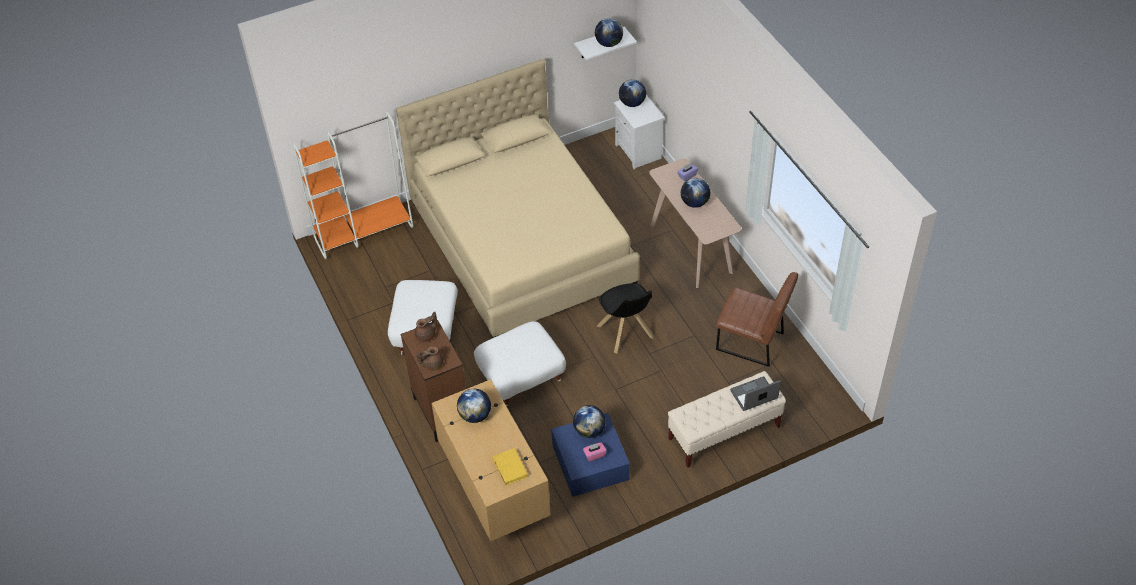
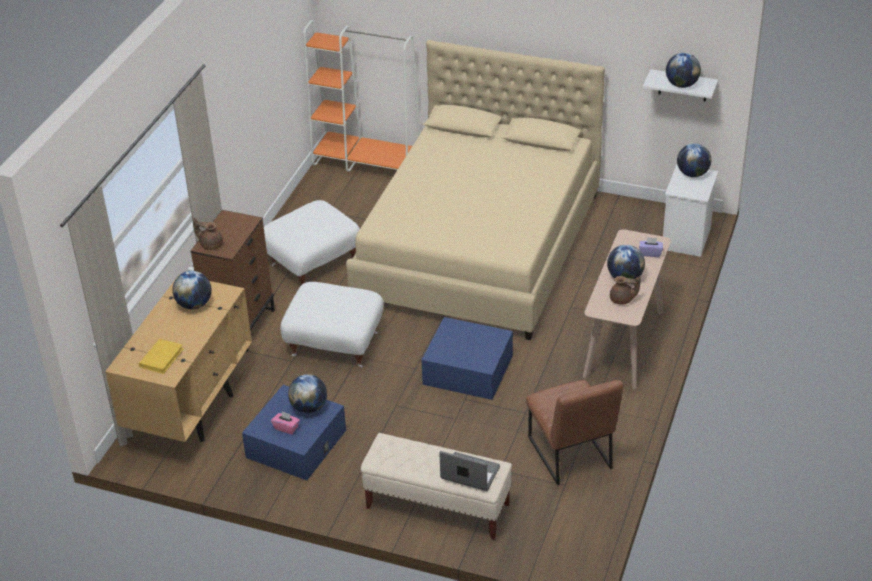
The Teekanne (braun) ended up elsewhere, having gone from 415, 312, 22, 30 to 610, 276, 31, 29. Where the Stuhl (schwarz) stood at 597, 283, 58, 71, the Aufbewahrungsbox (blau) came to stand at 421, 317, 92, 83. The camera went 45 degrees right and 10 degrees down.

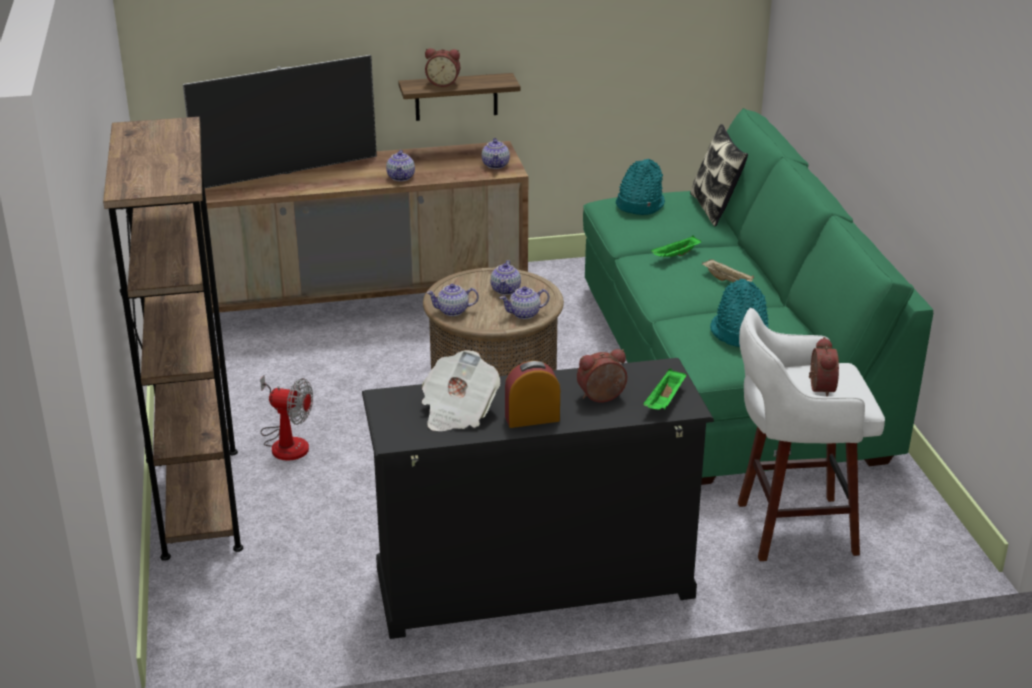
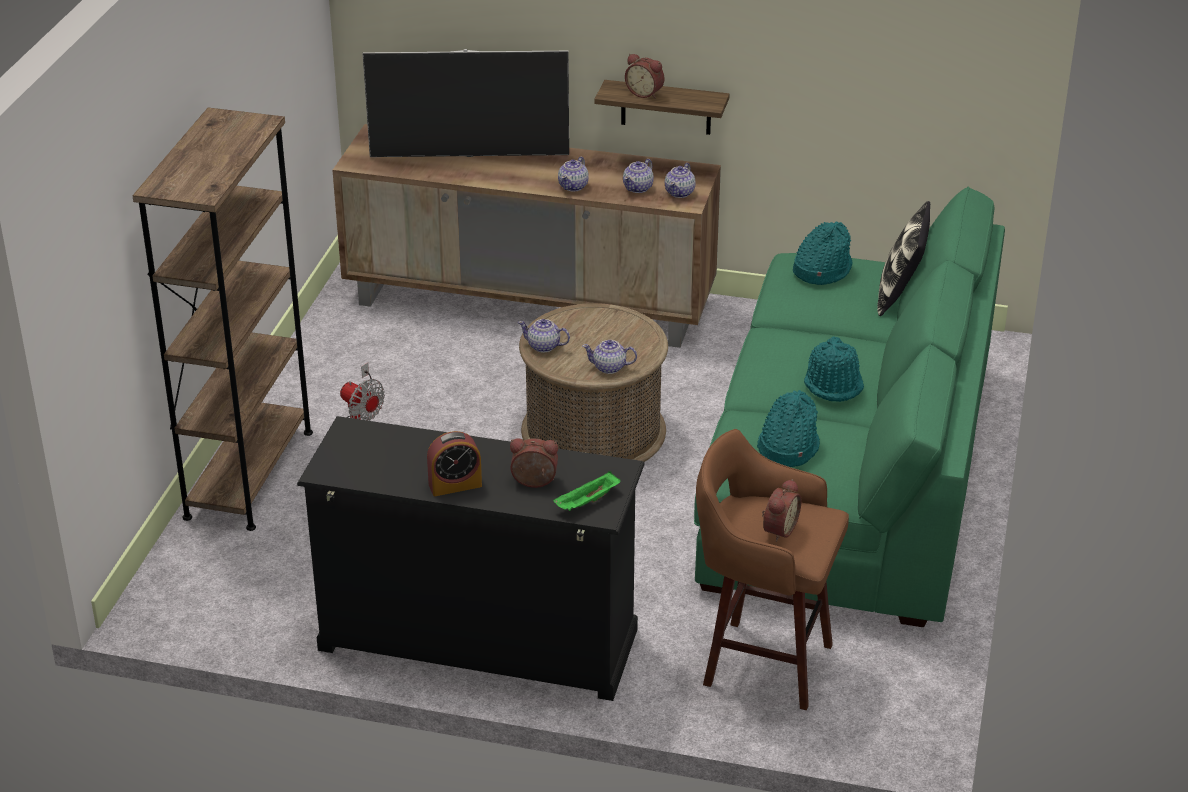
The second view lost the Zeitung at 421, 350, 79, 81. The second view lost the Tablett (grün) at 651, 235, 50, 22. The Teekanne ended up elsewhere, having gone from 491, 260, 30, 35 to 623, 159, 31, 34. Where the Tablett (beige) stood at 702, 259, 52, 23, the Hut (türkis) came to stand at 804, 337, 60, 65. What was the Hocker (weiß) at 738, 308, 147, 253 turned into the Hocker (braun) at 696, 429, 153, 281. The Wecker at 505, 361, 55, 67 ended up facing another way, 150 degrees clockwise from before. The camera went 25 degrees right and 5 degrees up.

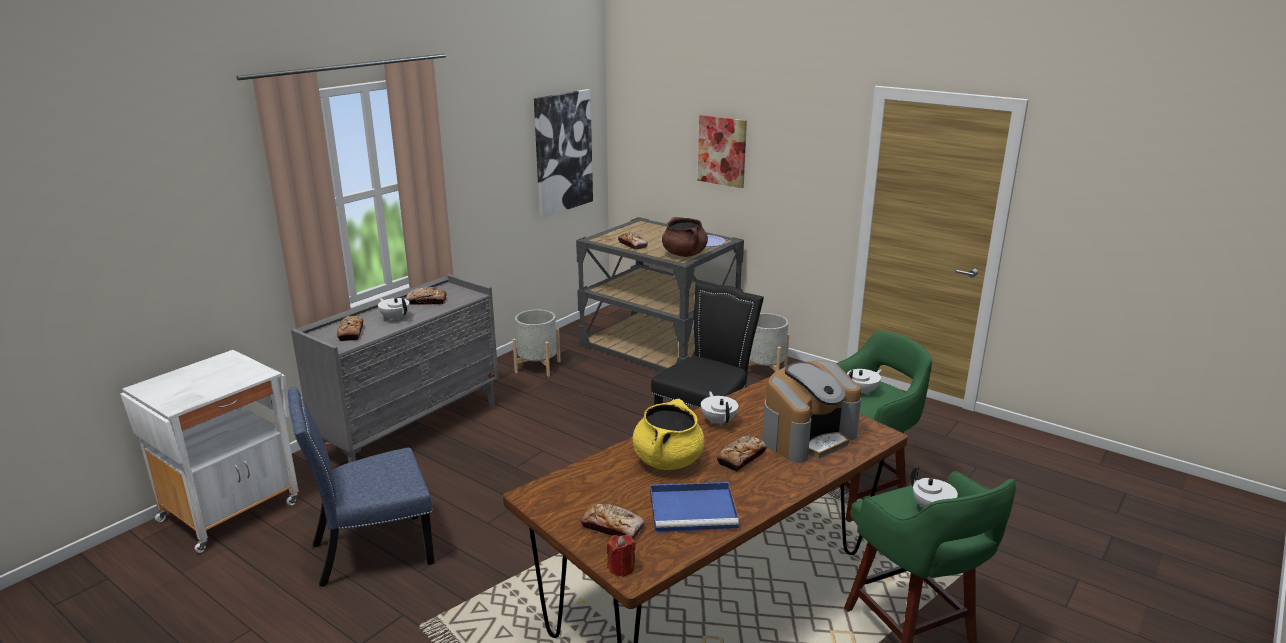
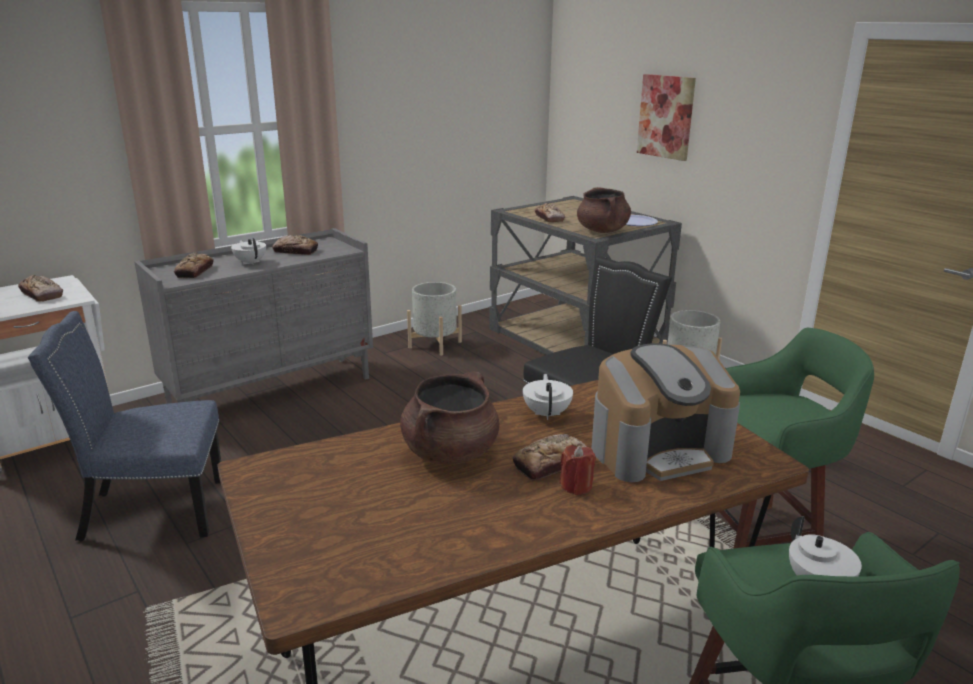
The second view lost the Bild at 534, 89, 59, 128. The second view lost the Tablett (blau) at 650, 482, 89, 51. The second view lost the Teekanne (weiß) at 847, 369, 34, 26. The Brot ended up elsewhere, having gone from 580, 504, 65, 35 to 18, 275, 45, 27. The Kerze (rot) ended up elsewhere, having gone from 607, 535, 29, 42 to 559, 445, 37, 50. What was the Kochtopf (gelb) at 632, 399, 72, 71 turned into the Kochtopf (braun) at 400, 371, 100, 94. The camera went 15 degrees right and 0 degrees up.

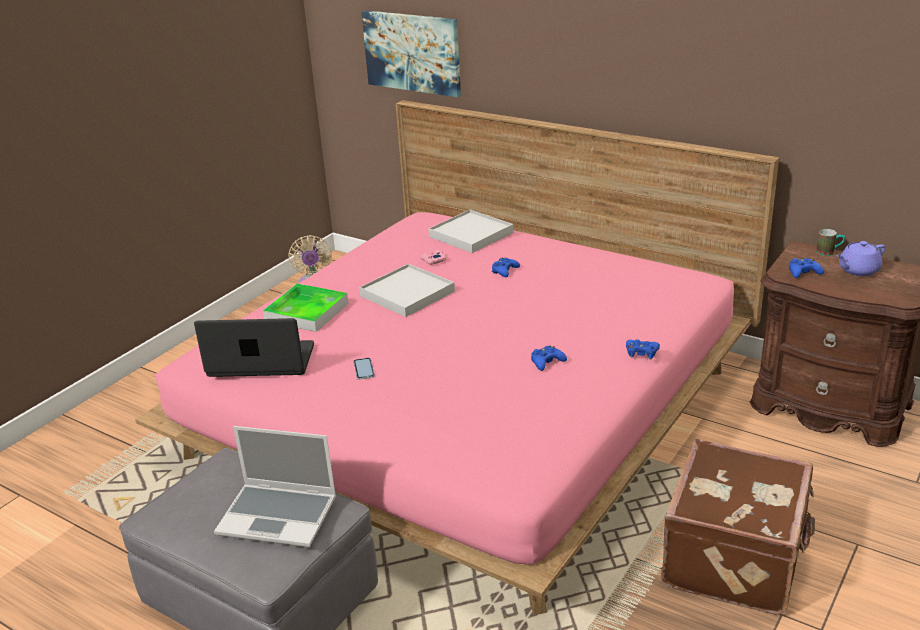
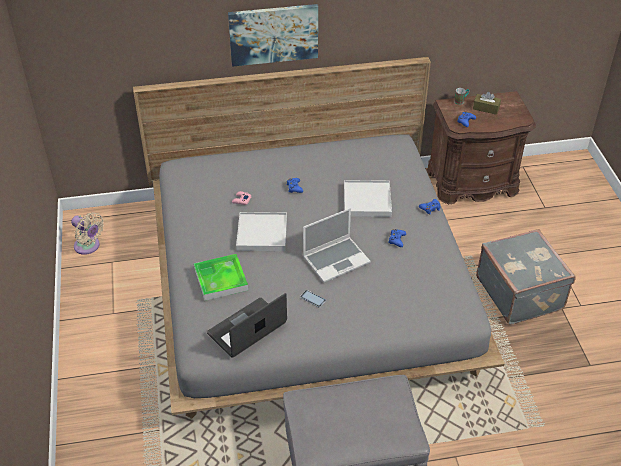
The Laptop ended up elsewhere, having gone from 214, 426, 122, 121 to 303, 208, 68, 75. The Bild ended up elsewhere, having gone from 361, 10, 100, 87 to 228, 4, 90, 63. The Tablett (weiß) ended up elsewhere, having gone from 428, 210, 85, 43 to 344, 180, 48, 37. Where the Teekanne (lila) stood at 836, 241, 49, 35, the Taschentuchbox (braun) came to stand at 473, 92, 28, 23. What was the Bett (rosa) at 135, 100, 644, 515 turned into the Bett (grau) at 133, 57, 371, 362. What was the Koffer (braun) at 661, 439, 154, 176 turned into the Koffer (grau) at 476, 229, 100, 96. The camera went 45 degrees left and 15 degrees up.

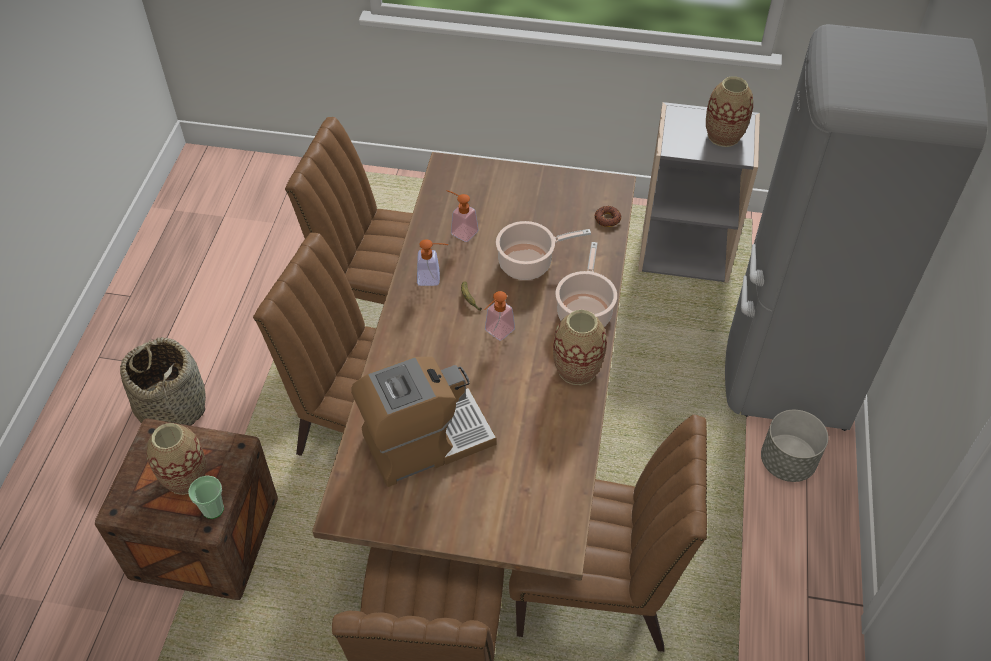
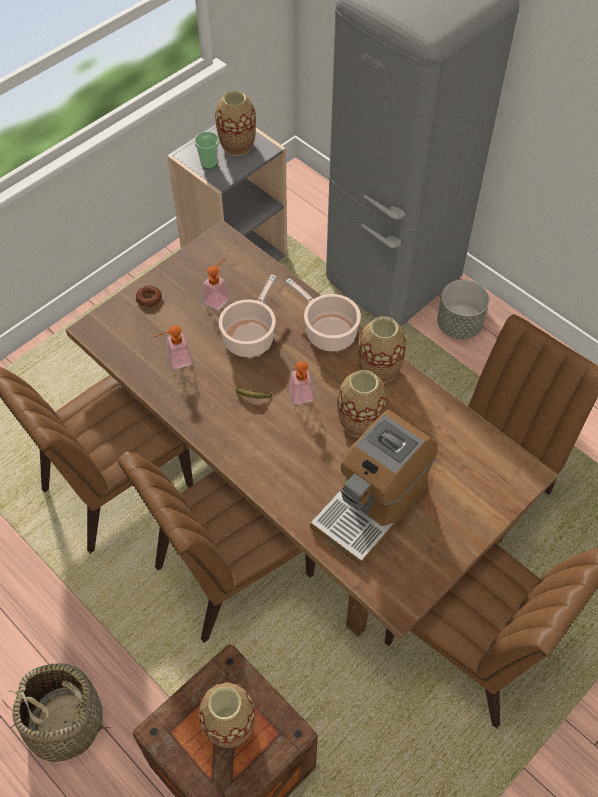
The second view gained the Vase at 337, 370, 50, 67. The Tasse ended up elsewhere, having gone from 188, 476, 36, 43 to 194, 132, 25, 37. The Seifenspender ended up elsewhere, having gone from 417, 239, 31, 47 to 203, 259, 26, 51. The Donut ended up elsewhere, having gone from 595, 206, 26, 21 to 136, 286, 26, 21. The Kaffeemaschine at 351, 357, 145, 130 ended up facing another way, 150 degrees counterclockwise from before. The camera went 55 degrees left and 5 degrees up.

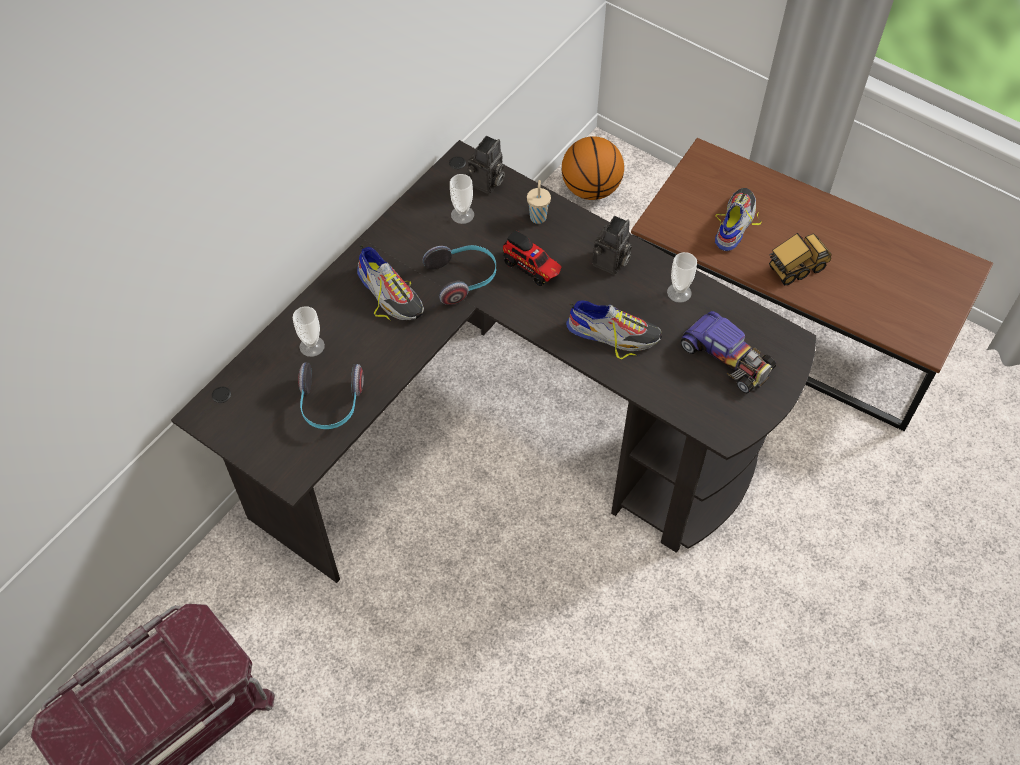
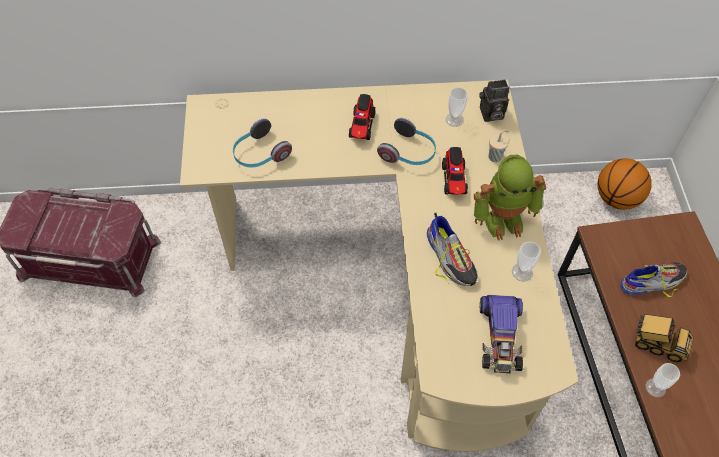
The Tasse ended up elsewhere, having gone from 293, 306, 32, 51 to 646, 363, 34, 35. Where the Schuh stood at 357, 244, 67, 78, the Spielzeuglaster came to stand at 349, 94, 26, 46. Where the Kamera stood at 592, 216, 40, 59, the Spielzeugroboter came to stand at 474, 155, 72, 86. What was the Schreibtisch (schwarz) at 171, 140, 645, 443 turned into the Schreibtisch (beige) at 180, 80, 398, 372. The camera went 50 degrees right and 0 degrees up.

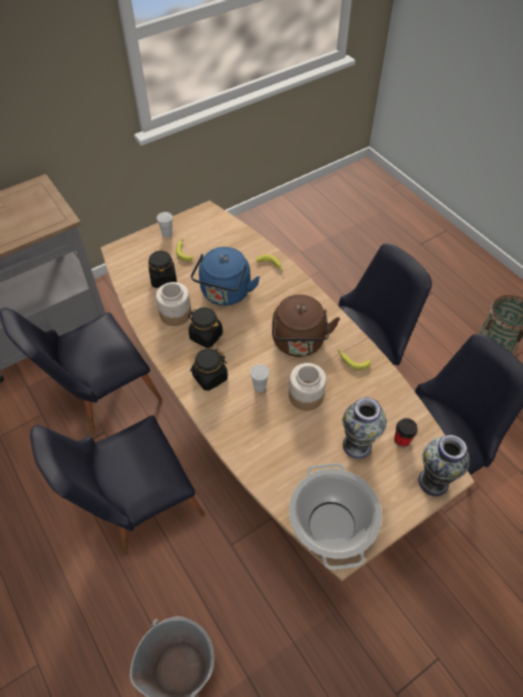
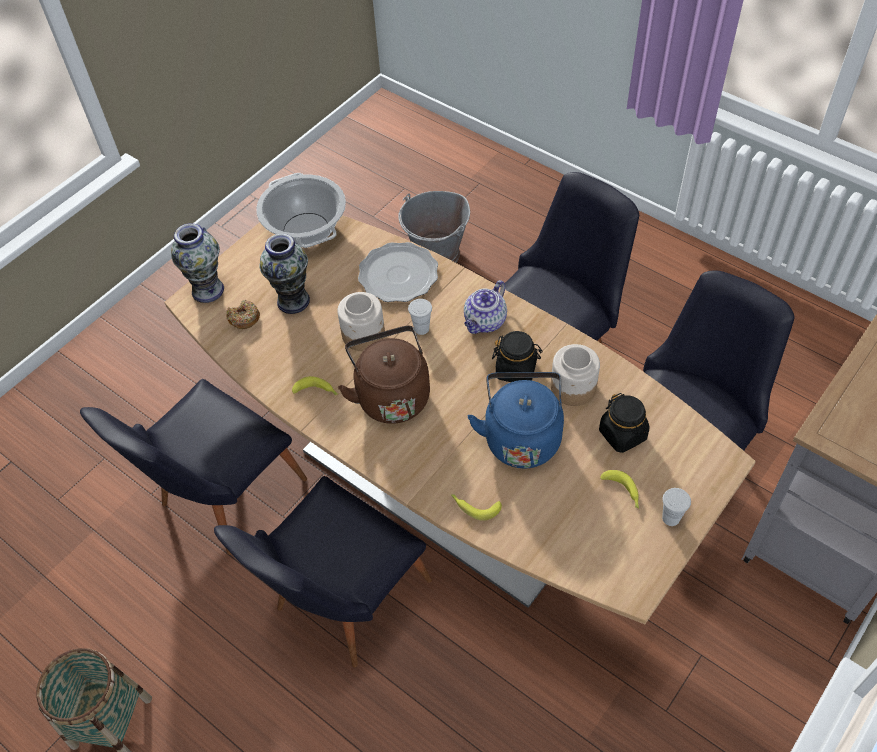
The second view gained the Teller at 358, 242, 80, 60. Where the Vorratsglas (schwarz) stood at 190, 348, 38, 43, the Teekanne came to stand at 464, 280, 43, 54. Where the Tasse stood at 394, 418, 24, 30, the Donut came to stand at 226, 300, 34, 29. The camera went 165 degrees right and 0 degrees up.

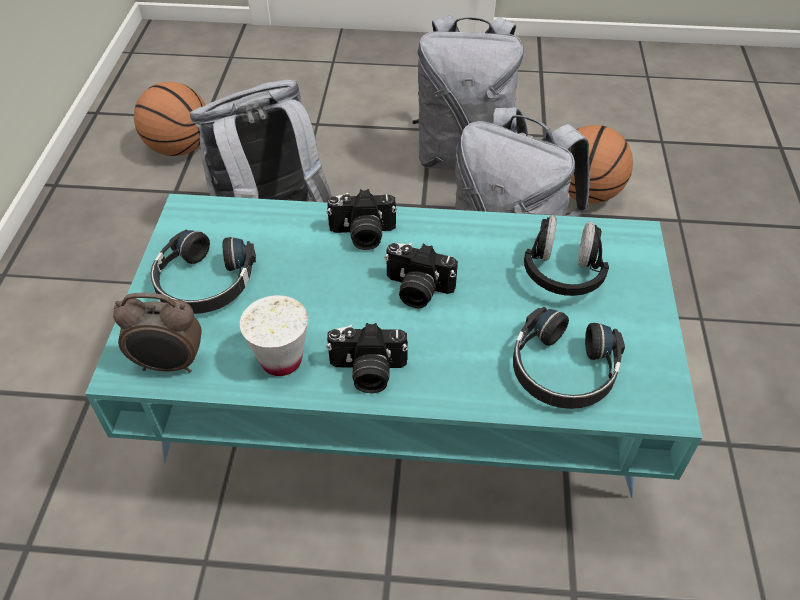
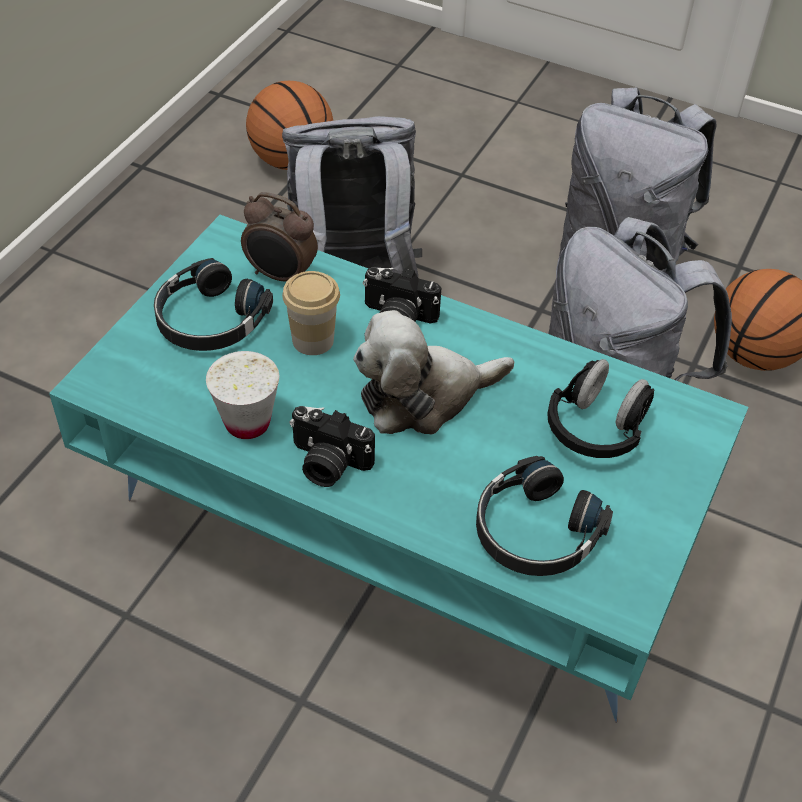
The second view gained the Tasse at 282, 271, 58, 84. The Wecker ended up elsewhere, having gone from 113, 293, 89, 80 to 241, 192, 77, 90. Where the Kamera stood at 384, 243, 74, 65, the Plüschtier came to stand at 353, 310, 161, 124. The camera went 20 degrees right and 0 degrees up.

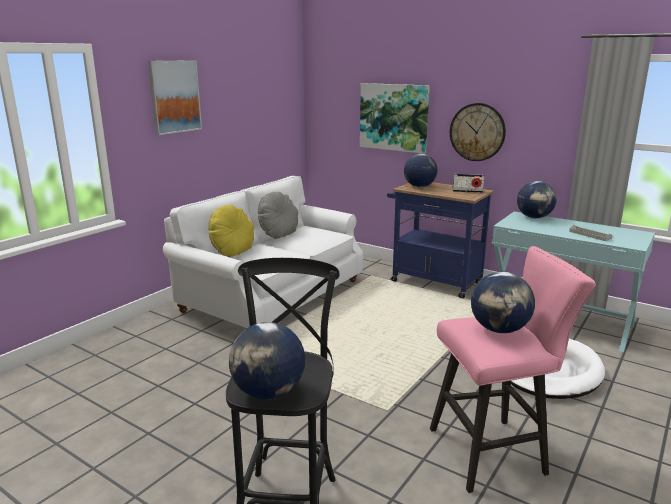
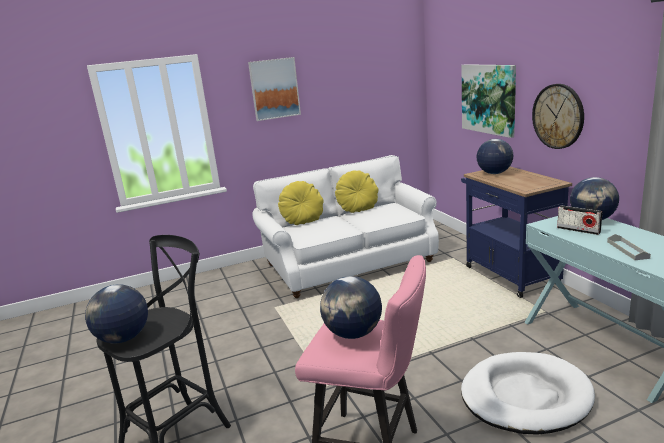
The Radio ended up elsewhere, having gone from 452, 174, 32, 19 to 557, 205, 46, 30. What was the Kissen (grau) at 258, 192, 40, 47 turned into the Kissen (gelb) at 335, 170, 43, 43. The camera went 35 degrees right and 0 degrees up.

